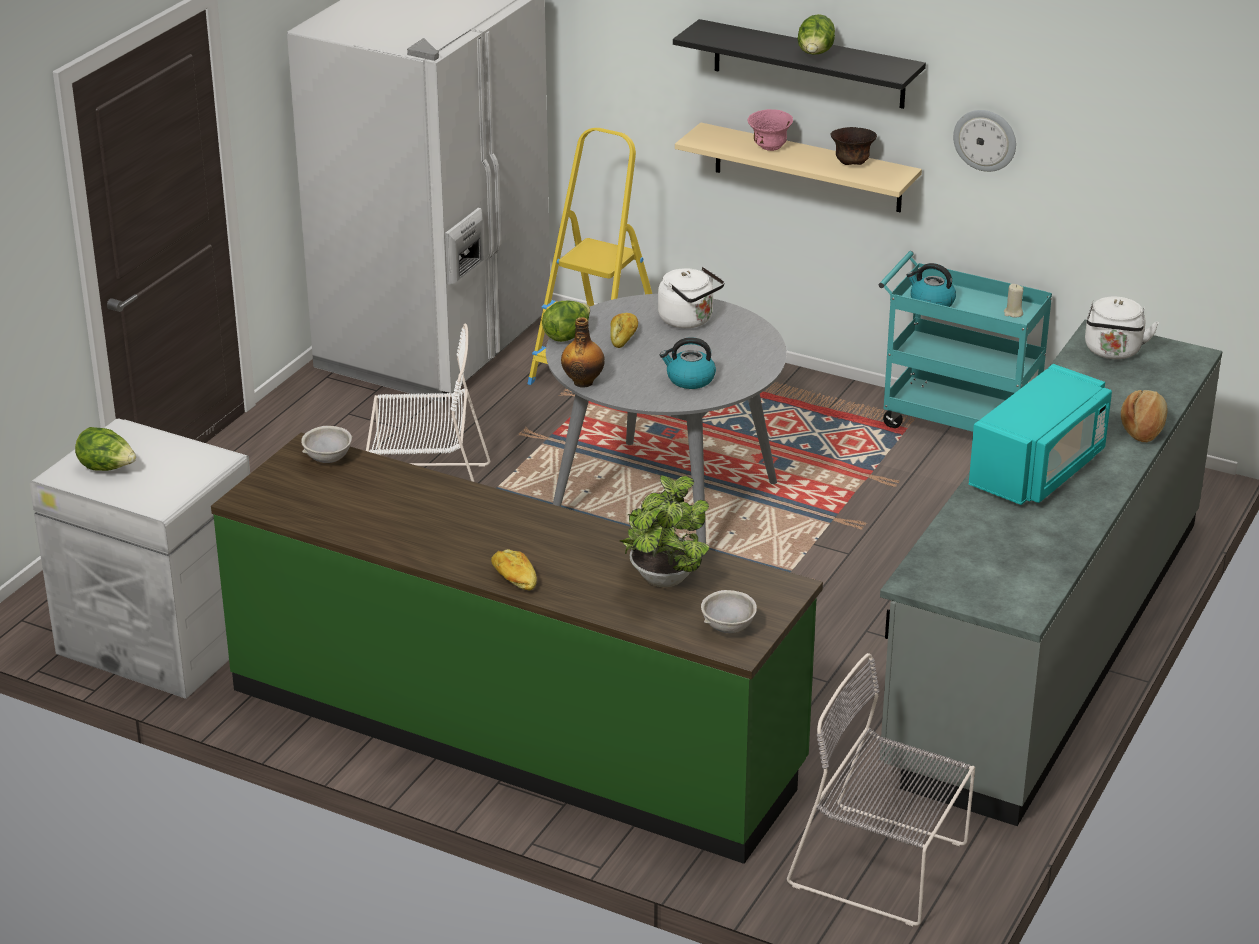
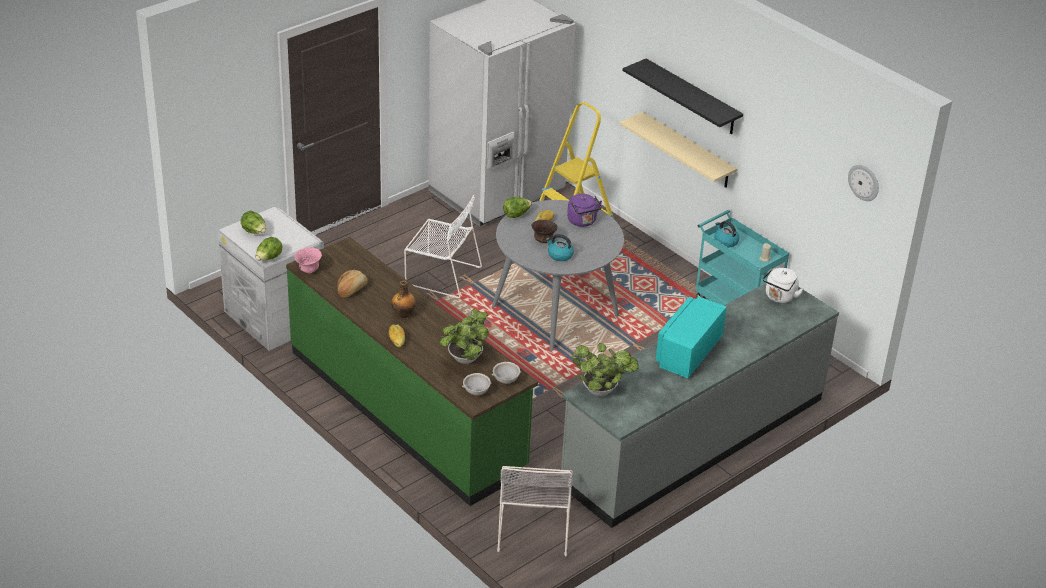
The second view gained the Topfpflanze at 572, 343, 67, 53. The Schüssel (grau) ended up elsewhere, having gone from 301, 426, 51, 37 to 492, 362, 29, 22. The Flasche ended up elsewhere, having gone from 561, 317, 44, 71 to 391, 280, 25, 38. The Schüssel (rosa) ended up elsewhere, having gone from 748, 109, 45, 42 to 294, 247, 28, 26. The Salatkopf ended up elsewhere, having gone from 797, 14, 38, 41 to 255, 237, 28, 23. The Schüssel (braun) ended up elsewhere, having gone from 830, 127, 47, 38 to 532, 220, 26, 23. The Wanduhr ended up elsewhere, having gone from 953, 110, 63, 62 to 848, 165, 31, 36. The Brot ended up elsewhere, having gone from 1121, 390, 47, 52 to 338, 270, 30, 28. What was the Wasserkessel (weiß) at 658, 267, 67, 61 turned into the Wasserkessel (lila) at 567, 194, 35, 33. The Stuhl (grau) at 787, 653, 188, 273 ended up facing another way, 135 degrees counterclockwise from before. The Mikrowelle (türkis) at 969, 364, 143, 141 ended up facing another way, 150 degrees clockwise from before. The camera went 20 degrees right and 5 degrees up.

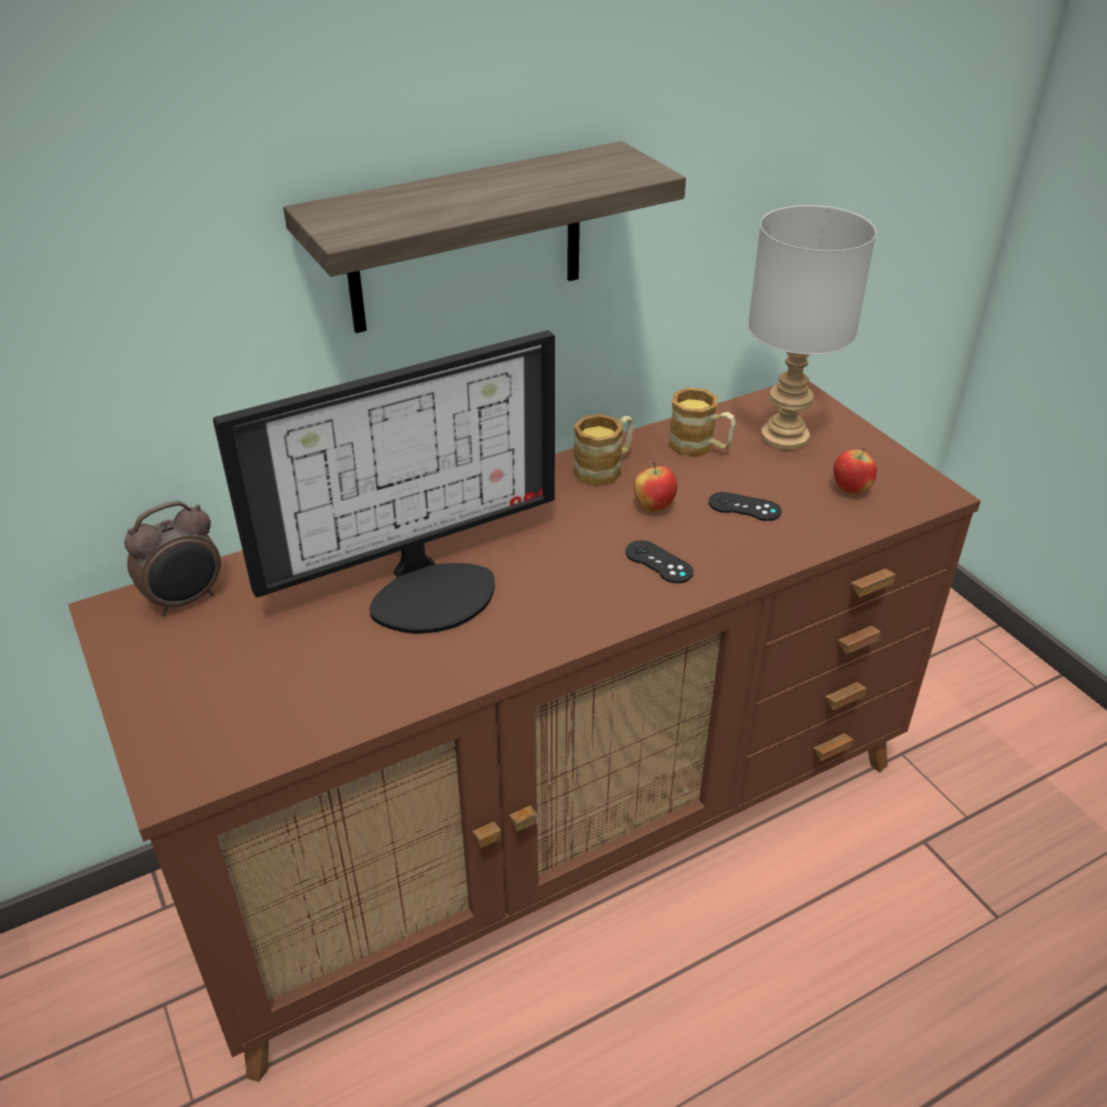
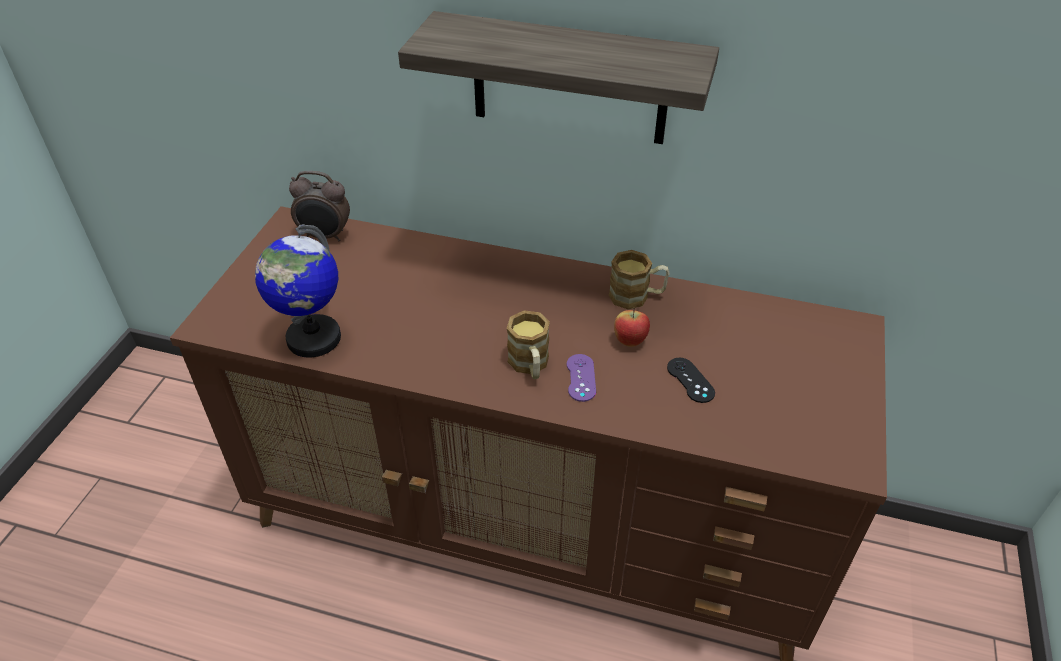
The second view lost the Monitor at 213, 330, 342, 304. The second view lost the Tischlampe (grau) at 748, 205, 128, 246. The second view lost the Apfel at 833, 447, 44, 47. The second view gained the Globus at 255, 224, 86, 134. The Henkelbecher ended up elsewhere, having gone from 668, 387, 68, 70 to 507, 310, 43, 69. What was the Gamepad (schwarz) at 625, 540, 68, 43 turned into the Gamepad (lila) at 567, 354, 29, 48. The camera went 45 degrees right and 5 degrees up.

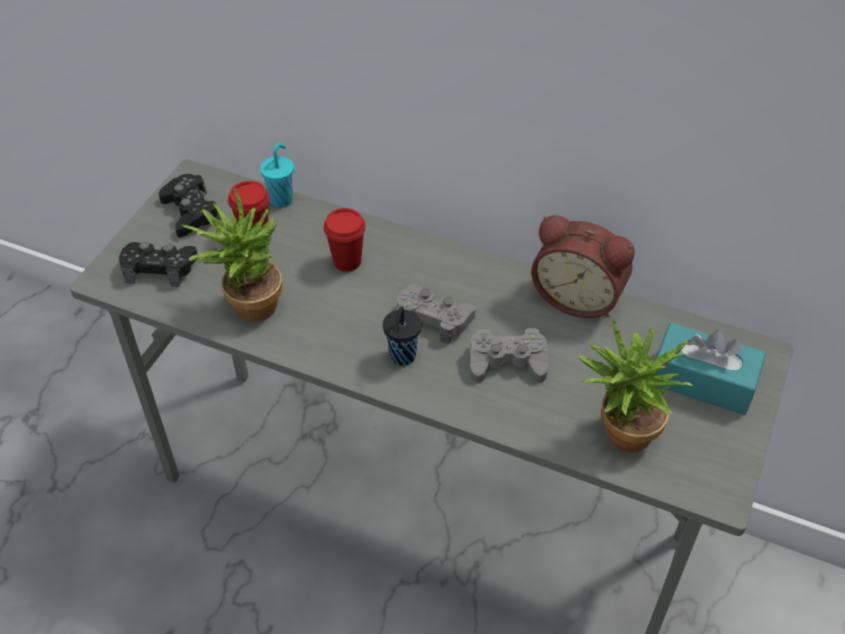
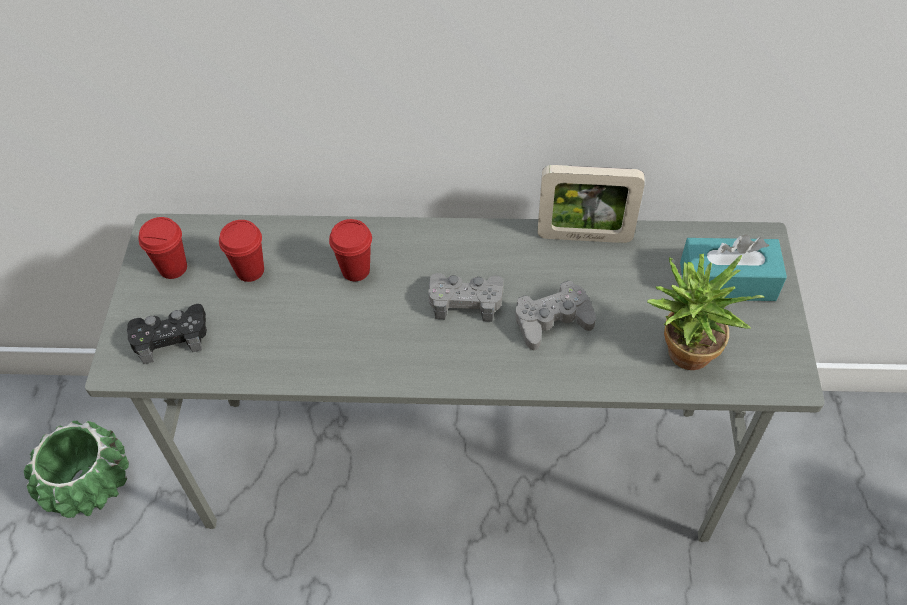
The second view lost the Topfpflanze at 182, 188, 100, 134. The second view lost the Tasse (türkis) at 260, 143, 34, 64. The second view lost the Tasse (schwarz) at 383, 307, 39, 59. The second view gained the Pflanzkübel (grün) at 24, 421, 105, 97. Where the Gamepad (schwarz) stood at 159, 174, 62, 63, the Tasse (rot) came to stand at 138, 217, 49, 62. Where the Wecker stood at 531, 215, 104, 103, the Bilderrahmen came to stand at 538, 165, 107, 78. The camera went 20 degrees left and 5 degrees up.

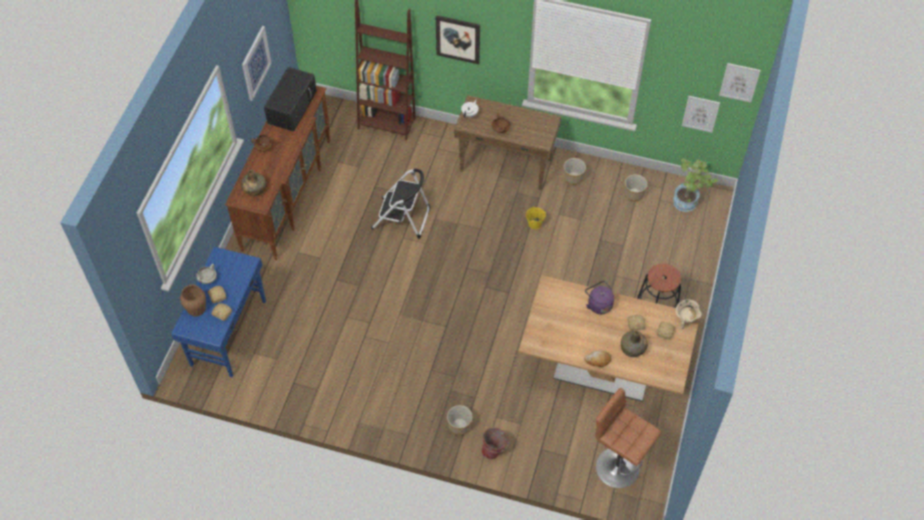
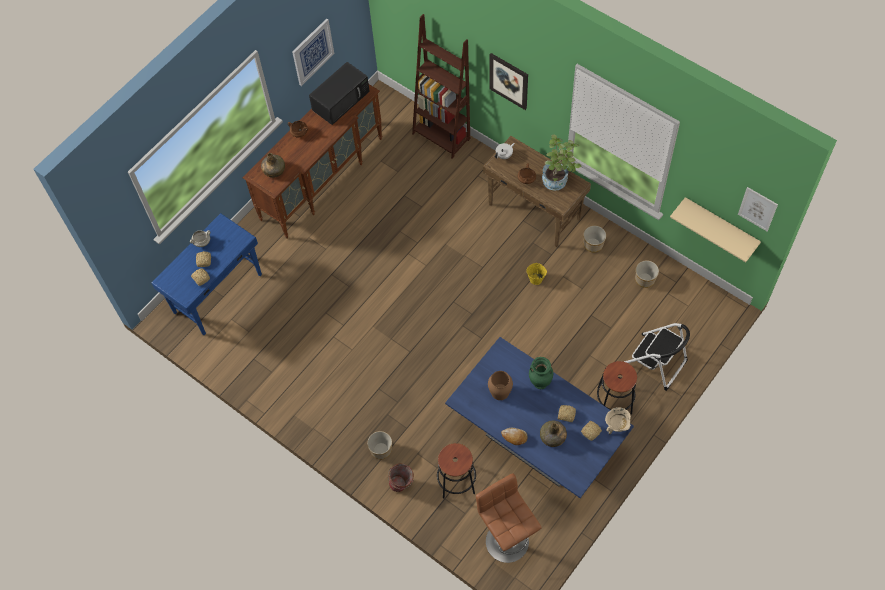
The second view gained the Hocker (schwarz) at 437, 443, 39, 55. The Vase (braun) ended up elsewhere, having gone from 180, 285, 26, 32 to 488, 371, 25, 29. The Trittleiter ended up elsewhere, having gone from 371, 169, 60, 70 to 624, 323, 66, 68. The Topfpflanze ended up elsewhere, having gone from 673, 159, 45, 53 to 542, 135, 39, 56. Where the Wasserkessel (lila) stood at 585, 281, 29, 33, the Vase (grün) came to stand at 529, 357, 24, 32. Where the Bild hung at 682, 96, 38, 37, the Wandregal (beige) came to hang at 670, 197, 91, 65. What was the Esstisch (braun) at 518, 275, 182, 127 turned into the Esstisch (blau) at 445, 337, 189, 161. The camera went 25 degrees right and 5 degrees up.

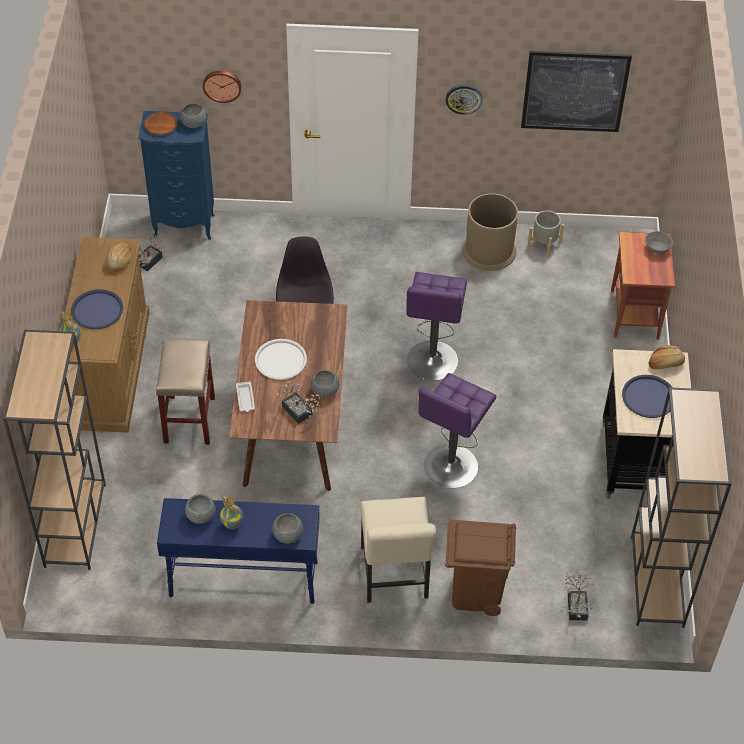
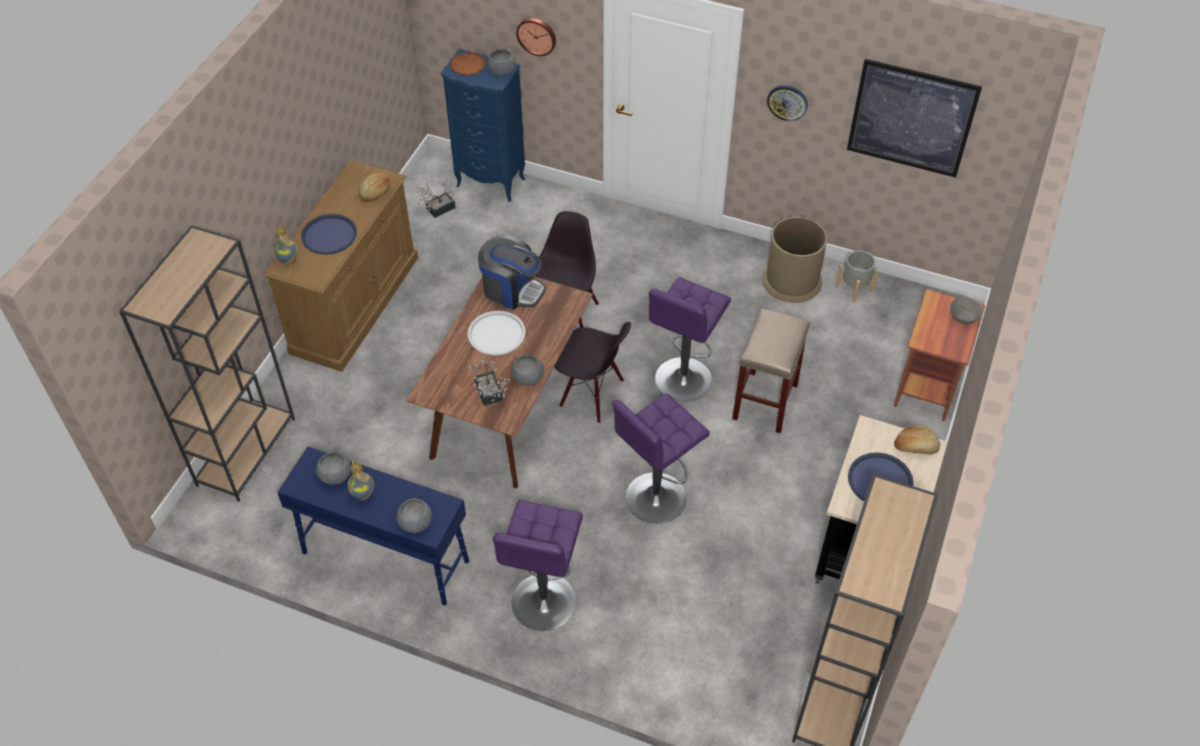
The second view lost the Tablett (weiß) at 236, 382, 19, 30. The second view lost the Mülleimer (braun) at 445, 520, 71, 96. The second view lost the Topfpflanze at 562, 571, 33, 49. The second view gained the Kaffeemaschine at 478, 234, 68, 76. The second view gained the Stuhl (schwarz) at 554, 322, 77, 101. The Hocker (beige) ended up elsewhere, having gone from 156, 339, 59, 106 to 732, 308, 78, 125. Where the Stuhl (beige) stood at 360, 497, 76, 106, the Hocker (lila) came to stand at 493, 500, 90, 131. The camera went 20 degrees right and 0 degrees up.

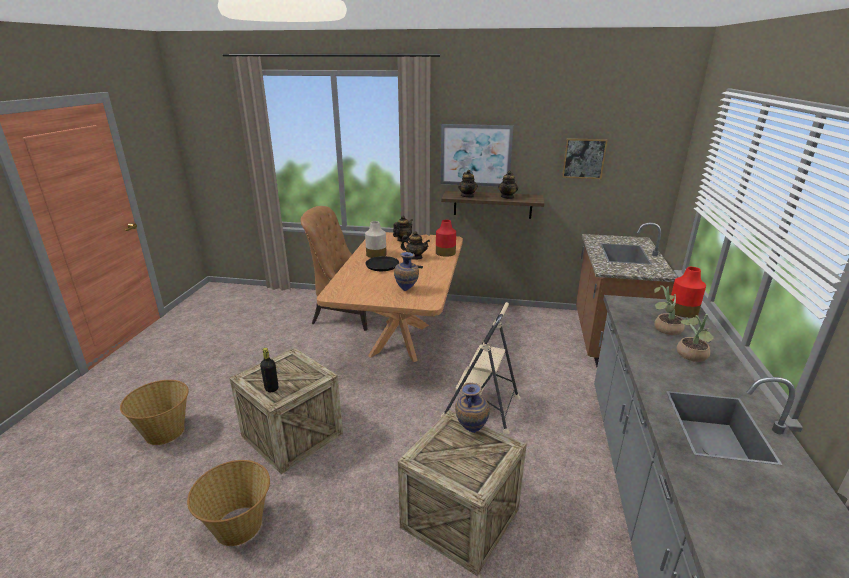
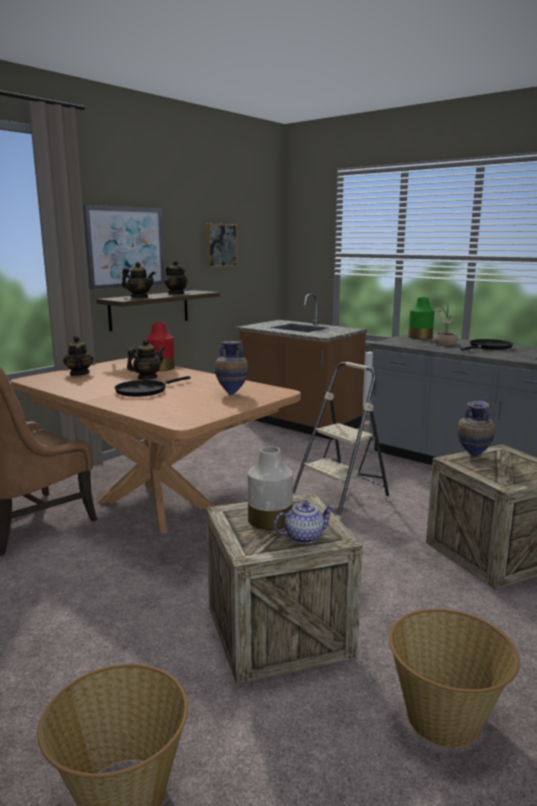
The Vase (beige) ended up elsewhere, having gone from 365, 221, 22, 37 to 248, 447, 45, 83. Where the Flasche (schwarz) stood at 260, 348, 18, 44, the Teekanne came to stand at 274, 502, 60, 42. Where the Topfpflanze stood at 677, 314, 36, 48, the Pfanne (schwarz) came to stand at 460, 339, 53, 12. What was the Vase (rot) at 670, 267, 36, 51 turned into the Vase (grün) at 408, 297, 27, 42. The camera went 60 degrees left and 10 degrees down.

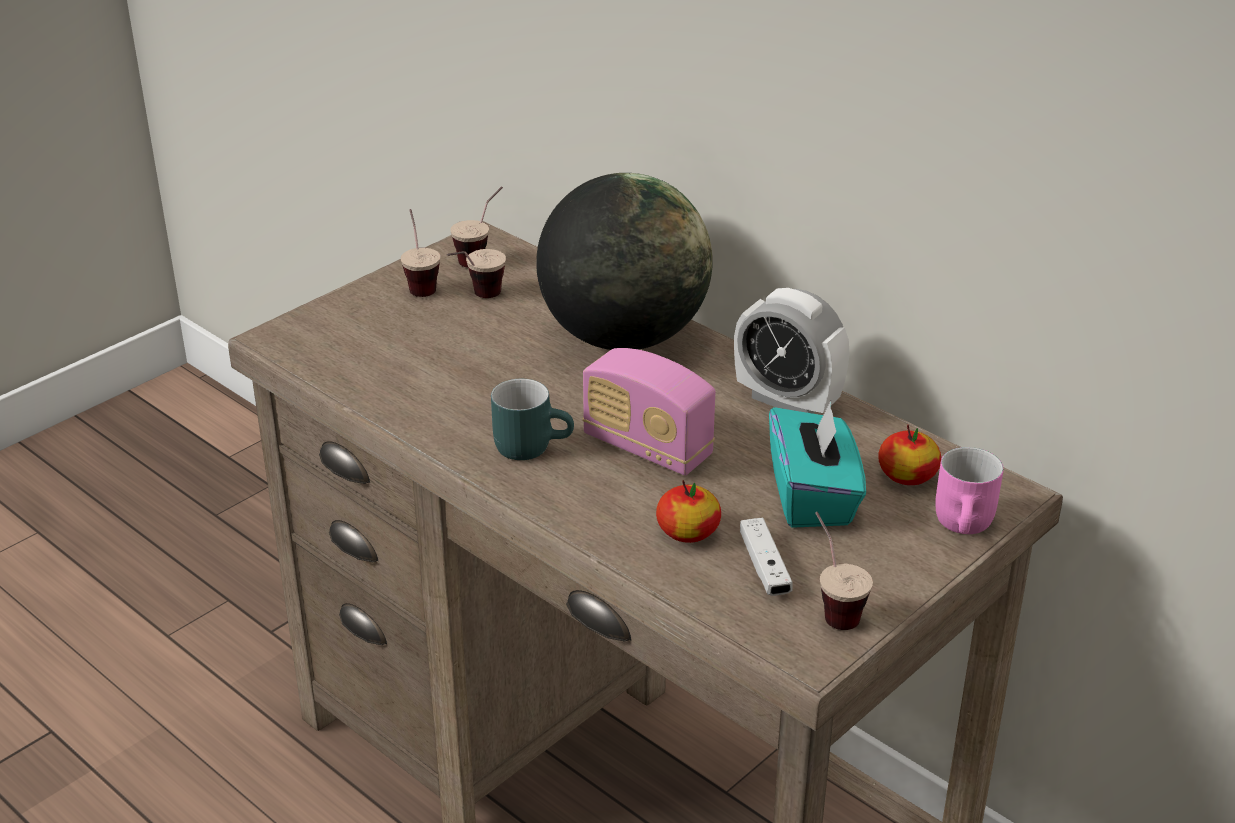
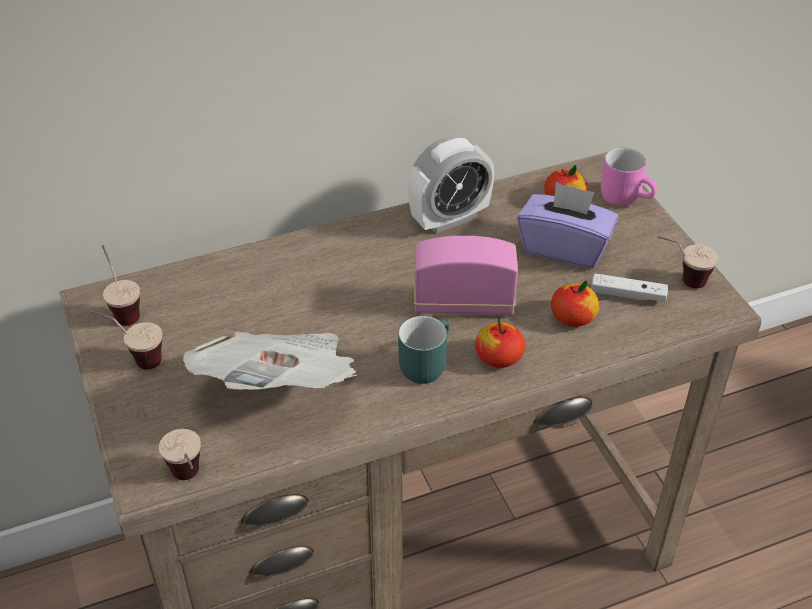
The second view lost the Globus at 536, 173, 177, 177. The second view gained the Zeitung at 183, 332, 174, 58. The second view gained the Apfel at 475, 316, 50, 52. The Tasse ended up elsewhere, having gone from 446, 249, 60, 49 to 159, 429, 42, 51. What was the Taschentuchbox (türkis) at 769, 401, 97, 127 turned into the Taschentuchbox (lila) at 517, 182, 101, 87. The Radio at 582, 348, 133, 128 ended up facing another way, 150 degrees counterclockwise from before. The camera went 65 degrees left and 10 degrees up.

